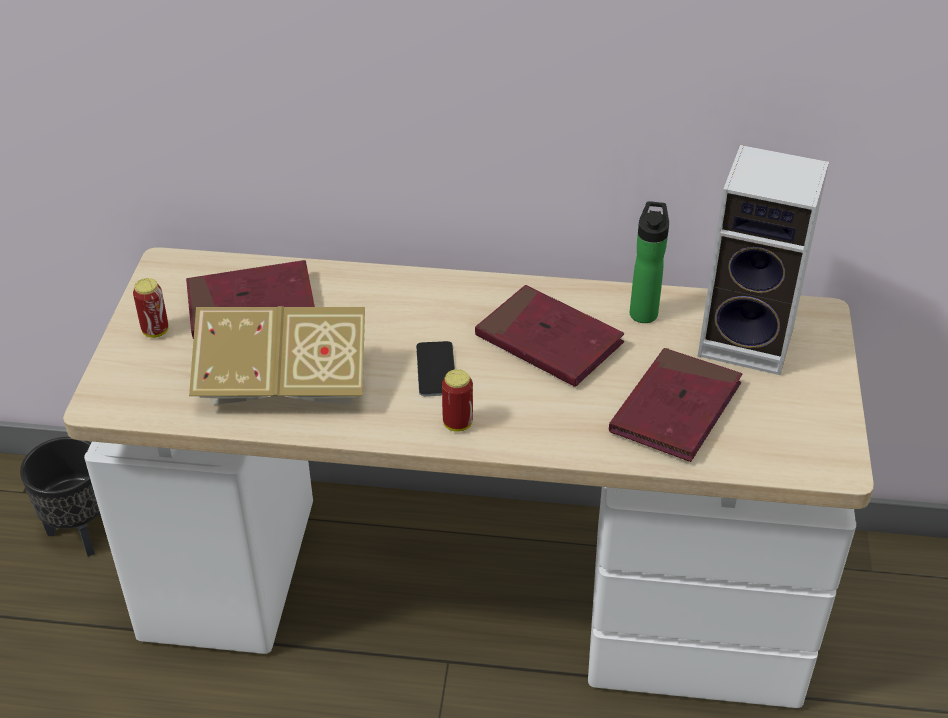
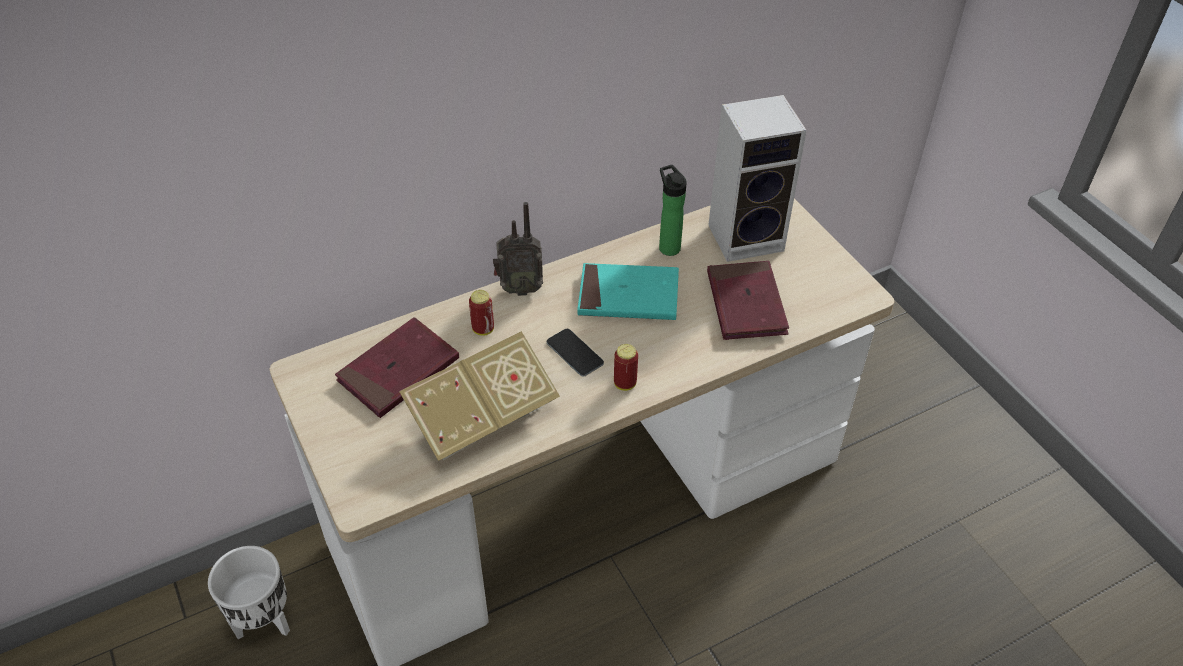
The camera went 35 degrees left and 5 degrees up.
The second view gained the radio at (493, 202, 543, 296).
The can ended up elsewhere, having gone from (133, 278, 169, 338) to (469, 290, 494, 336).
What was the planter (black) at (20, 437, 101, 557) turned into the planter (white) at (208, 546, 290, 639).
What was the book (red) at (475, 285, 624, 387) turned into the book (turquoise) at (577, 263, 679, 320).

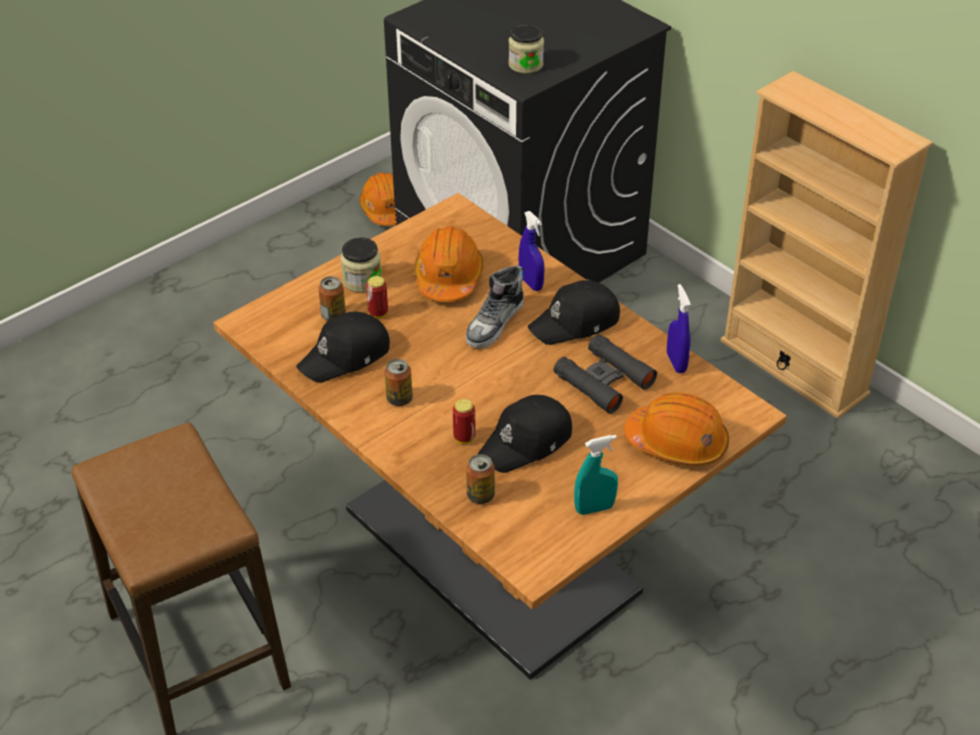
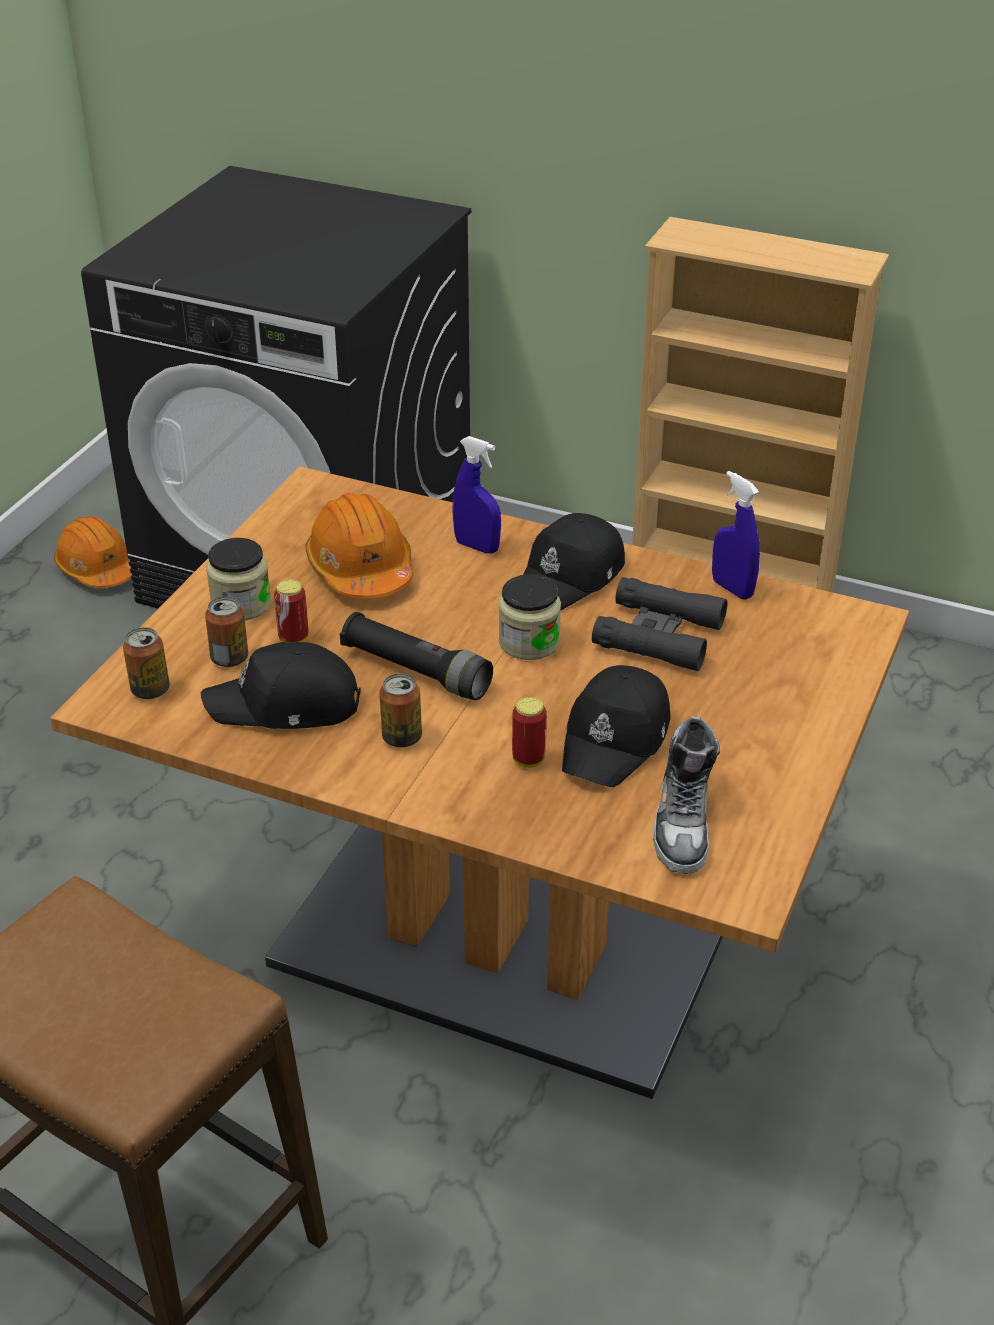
The camera went 25 degrees left and 5 degrees down.
The second view lost the spray bottle (turquoise) at (574, 435, 618, 515).
The second view lost the hard hat (orange) at (624, 392, 729, 466).
The second view gained the flashlight (black) at (340, 612, 493, 700).
The shoe ended up elsewhere, having gone from (466, 266, 524, 349) to (653, 716, 720, 874).
The can ended up elsewhere, having gone from (466, 454, 495, 504) to (123, 627, 170, 699).
The jar ended up elsewhere, having gone from (508, 24, 544, 74) to (499, 574, 561, 660).
The cap (black) at (296, 312, 390, 383) ended up facing another way, 60 degrees clockwise from before.

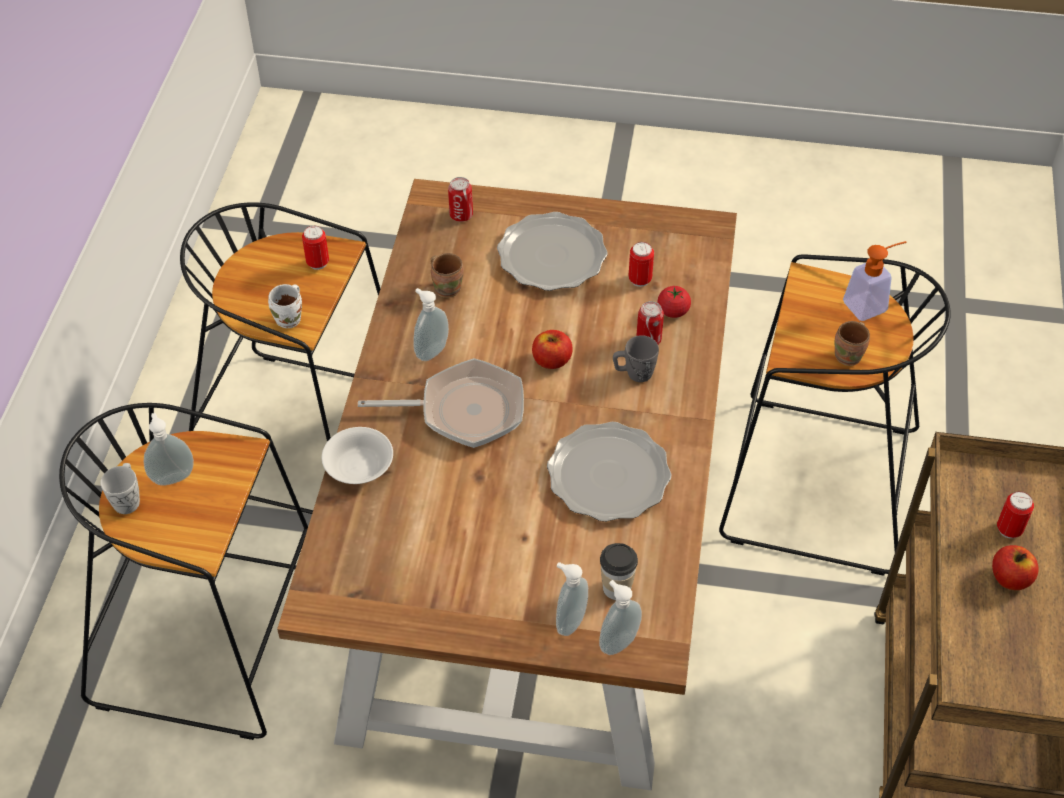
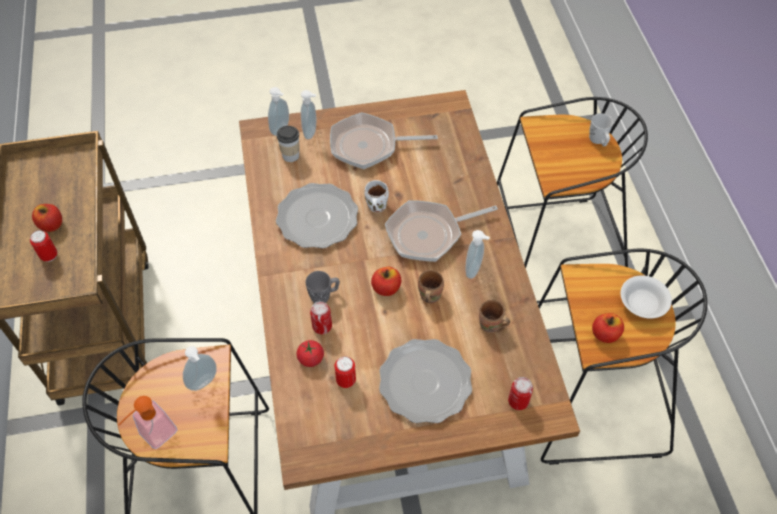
The camera went 160 degrees right and 5 degrees up.
The second view gained the frying pan at (330, 112, 438, 169).
The soap dispenser ended up elsewhere, having gone from (144, 413, 194, 486) to (183, 346, 217, 391).
The mug (white) ended up elsewhere, having gone from (268, 284, 302, 328) to (365, 180, 389, 212).
The bowl (white) ended up elsewhere, having gone from (322, 427, 393, 484) to (621, 275, 672, 319).
The mug (brown) ended up elsewhere, having gone from (835, 321, 870, 366) to (418, 270, 444, 304).
Where the can stood at (302, 226, 329, 270), the apple came to stand at (592, 313, 624, 343).

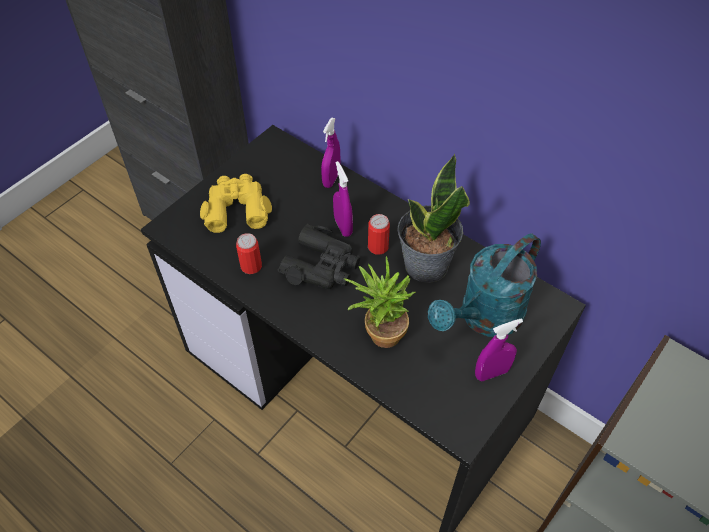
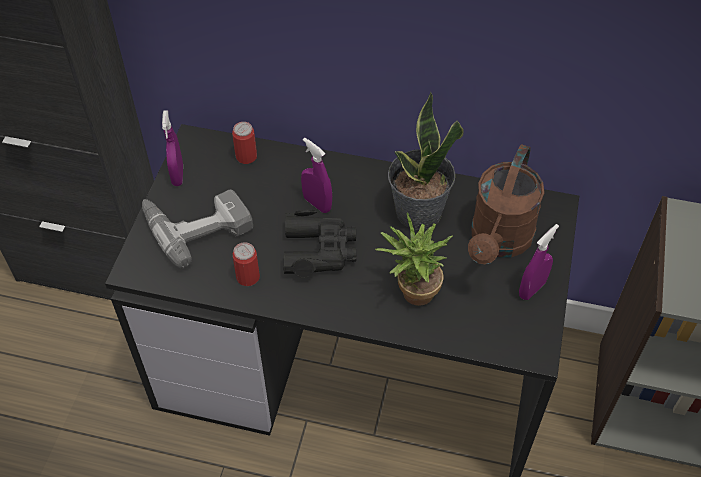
The camera went 25 degrees left and 0 degrees up.
The spray bottle (purple) ended up elsewhere, having gone from (321, 118, 341, 188) to (162, 110, 183, 186).
The can ended up elsewhere, having gone from (368, 214, 390, 255) to (232, 122, 257, 164).
Where the binoculars (yellow) stood at (200, 174, 272, 233), the power drill came to stand at (142, 190, 253, 268).
What was the watering can (turquoise) at (428, 233, 541, 337) turned into the watering can (brown) at (468, 144, 544, 264).

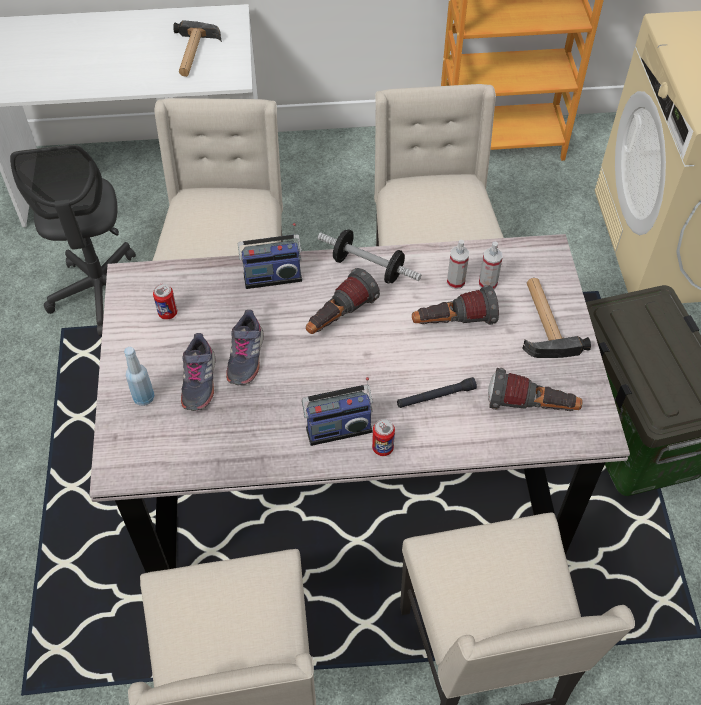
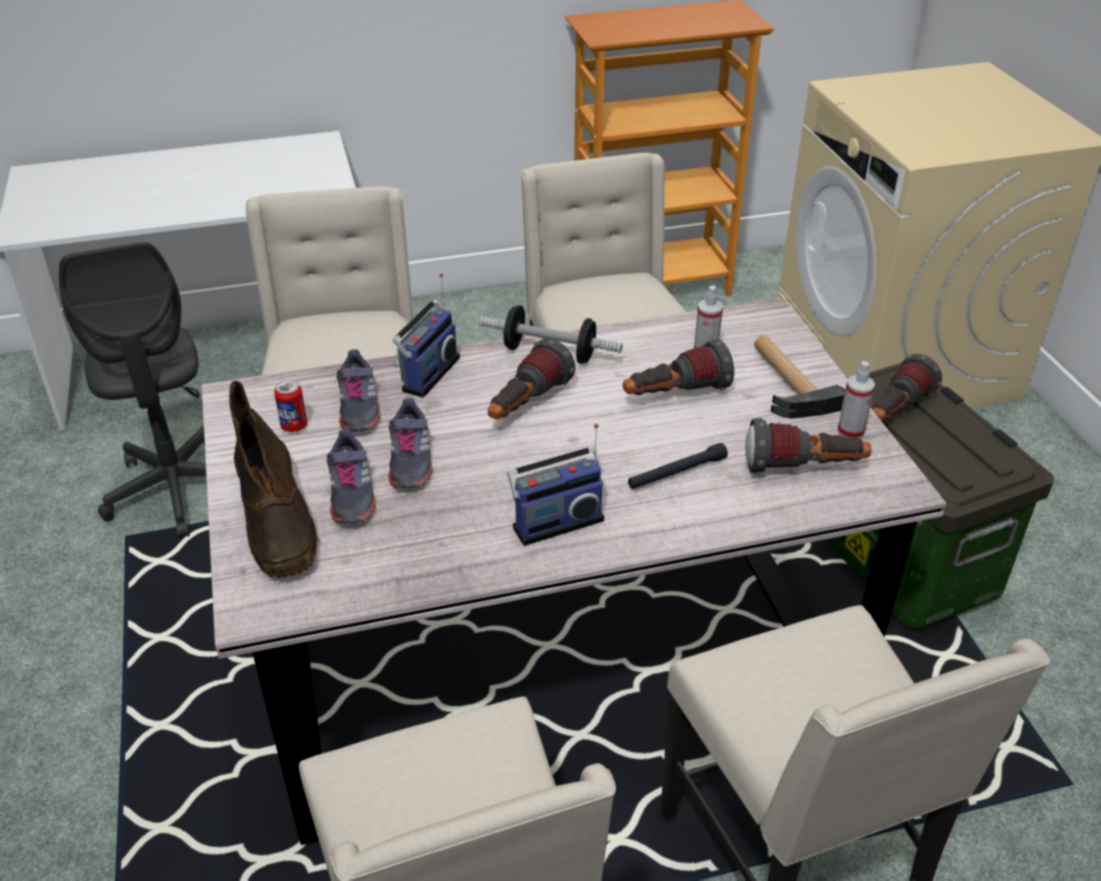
The camera went 10 degrees left and 15 degrees down.
The second view lost the hammer at (173, 20, 222, 77).
The second view lost the can at (372, 419, 395, 456).
The second view gained the shoe (grey) at (337, 349, 381, 432).
The second view gained the flashlight at (873, 354, 942, 421).
The spray bottle ended up elsewhere, having gone from (447, 240, 469, 289) to (837, 361, 875, 439).
Where the bottle (blue) stood at (124, 347, 155, 406), the boot (brown) came to stand at (229, 381, 319, 578).
The radio at (238, 223, 302, 289) ended up facing another way, 45 degrees counterclockwise from before.

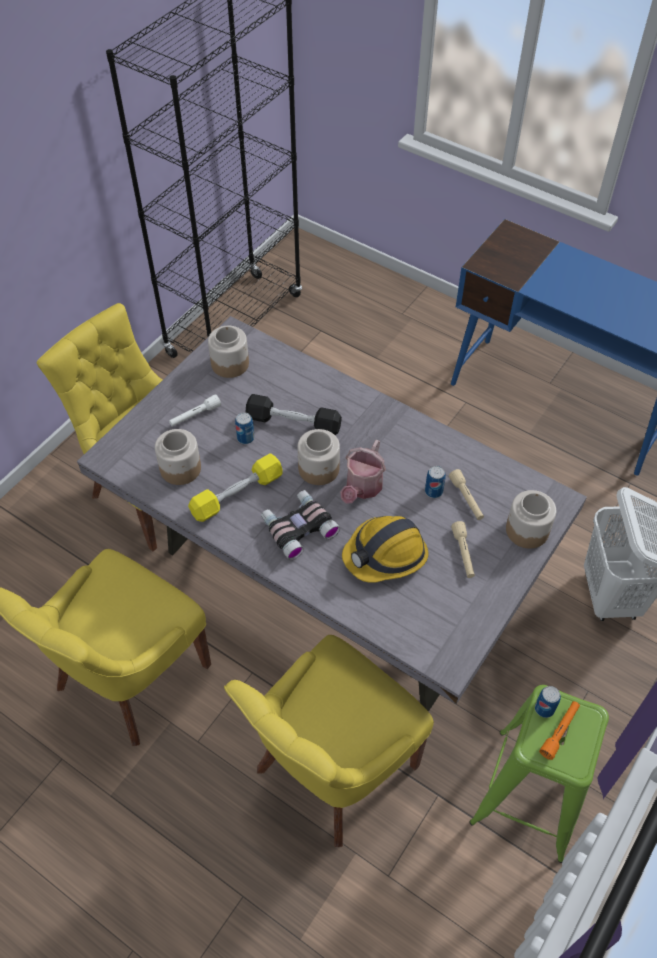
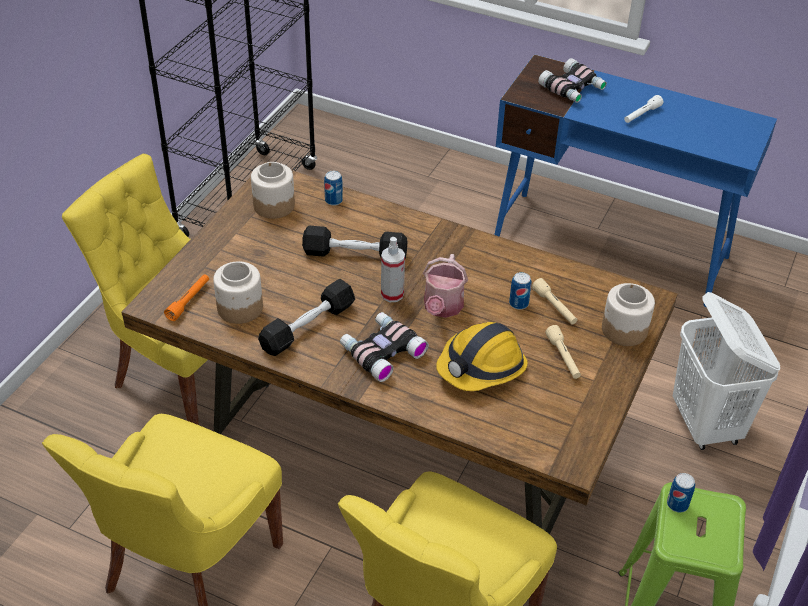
The camera went 10 degrees left and 10 degrees down.
The second view gained the binoculars at (538, 58, 607, 103).
The flashlight (white) ended up elsewhere, having gone from (169, 394, 221, 427) to (624, 95, 663, 123).
The can ended up elsewhere, having gone from (235, 412, 255, 444) to (324, 171, 343, 206).
The flashlight (orange) ended up elsewhere, having gone from (539, 701, 580, 760) to (164, 274, 209, 321).
Where the jar stood at (297, 429, 340, 485), the spray bottle came to stand at (381, 237, 405, 302).
What was the dining table (grey) at (77, 316, 587, 712) turned into the dining table (brown) at (121, 162, 678, 534).
What was the dumbbell (yellow) at (188, 453, 283, 522) turned into the dumbbell (black) at (258, 279, 355, 356).

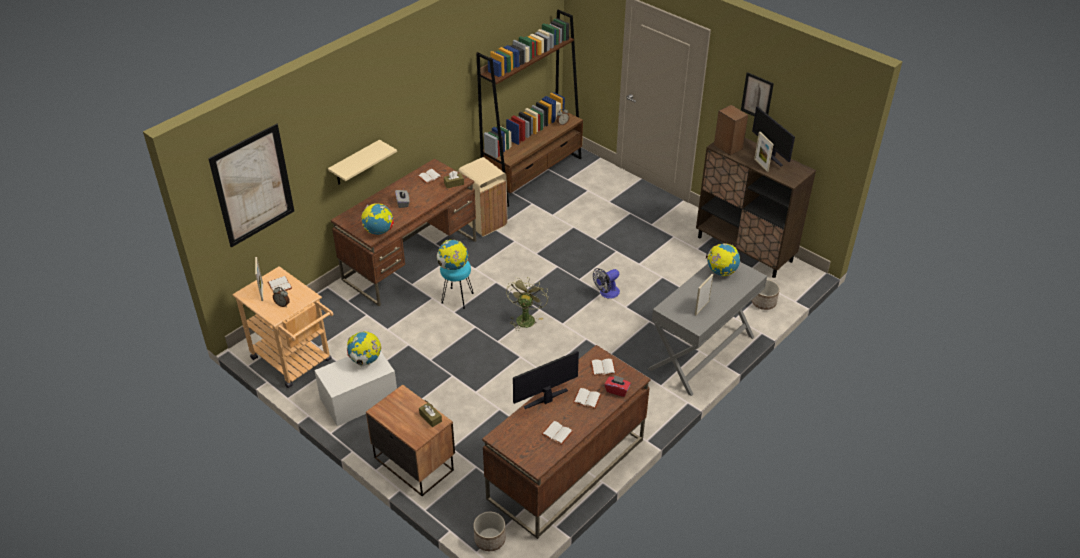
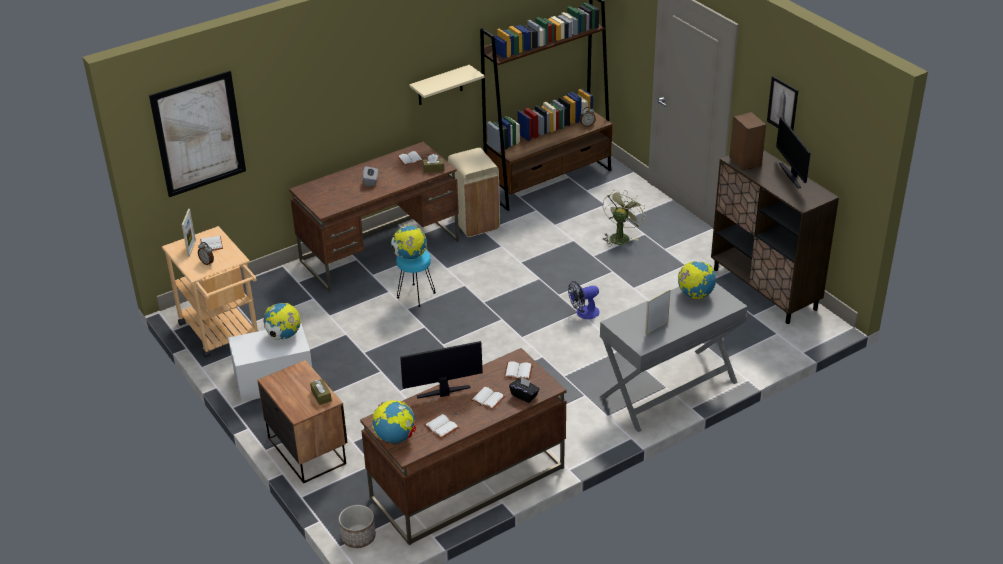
The camera went 15 degrees right and 5 degrees down.
The second view lost the planter at (752, 279, 780, 310).
The second view lost the picture frame at (754, 132, 773, 172).
The shelf (beige) ended up elsewhere, having gone from (328, 140, 397, 185) to (409, 65, 485, 105).
The globe ended up elsewhere, having gone from (361, 204, 394, 235) to (373, 400, 416, 443).
The fan (green) ended up elsewhere, having gone from (506, 278, 548, 331) to (603, 190, 646, 247).
What was the tissue box (red) at (605, 375, 631, 397) turned into the tissue box (black) at (509, 377, 539, 403).

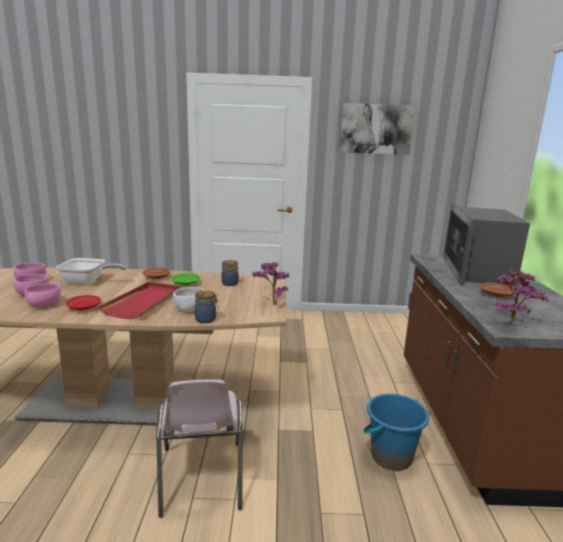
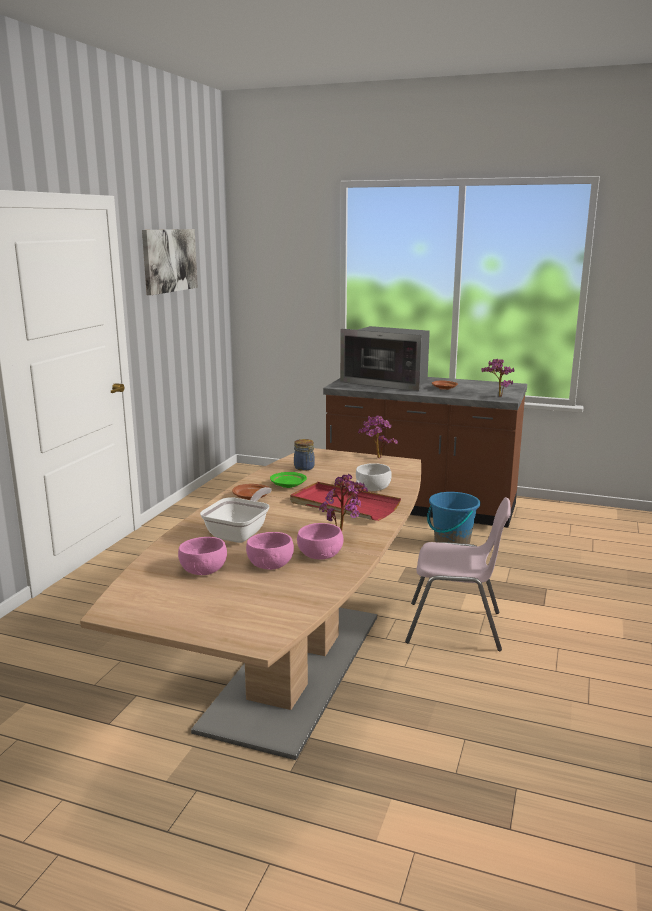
The camera went 70 degrees left and 0 degrees up.
The second view lost the jar at (195, 290, 219, 323).
Where the plate (red) stood at (65, 295, 101, 310), the potted plant came to stand at (319, 474, 368, 531).

